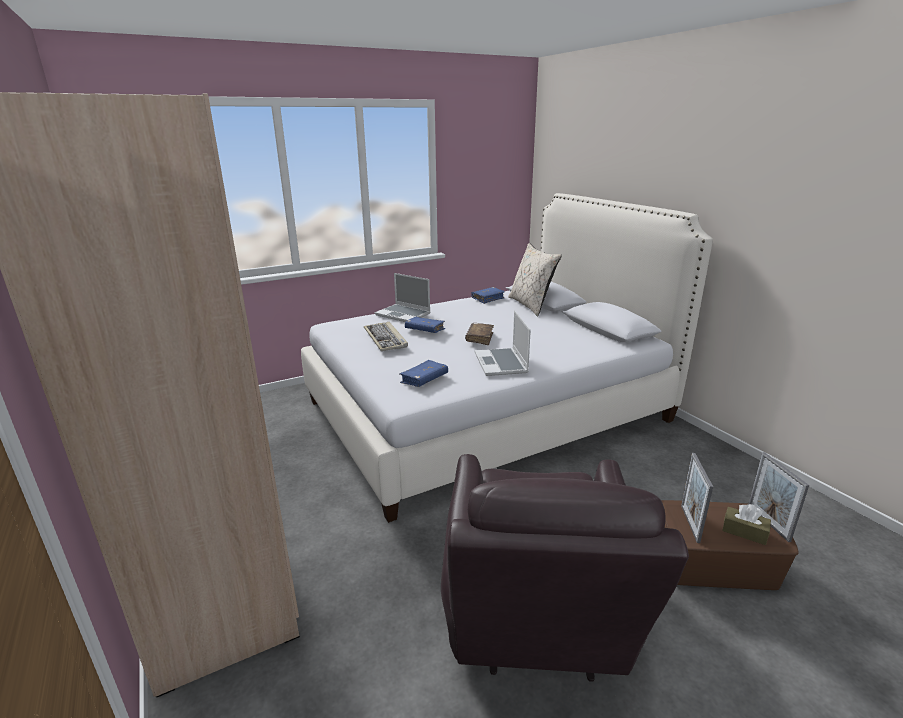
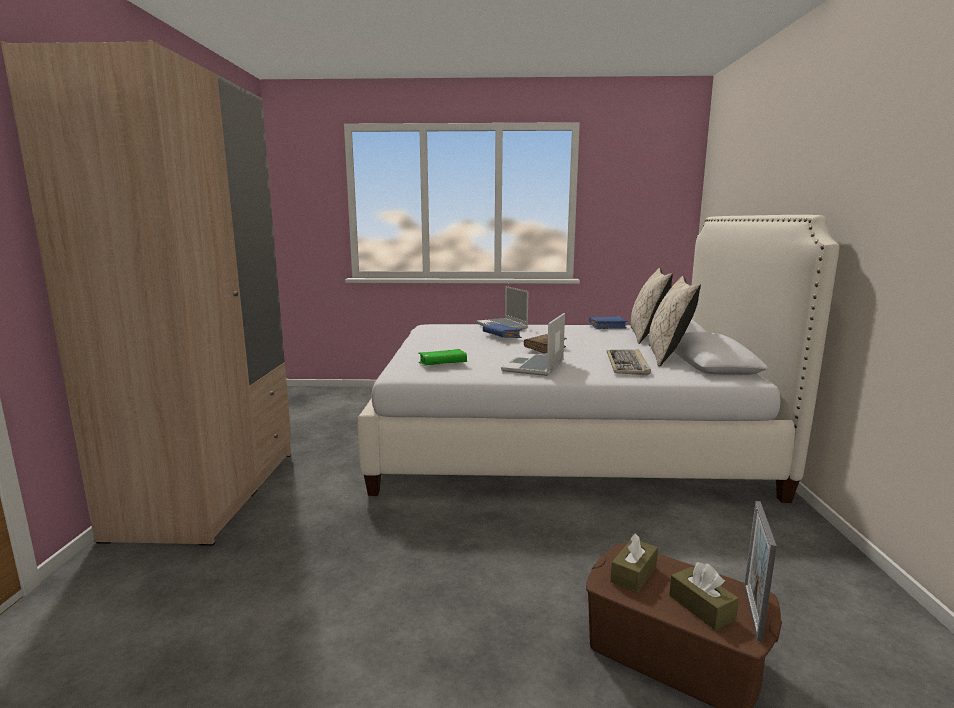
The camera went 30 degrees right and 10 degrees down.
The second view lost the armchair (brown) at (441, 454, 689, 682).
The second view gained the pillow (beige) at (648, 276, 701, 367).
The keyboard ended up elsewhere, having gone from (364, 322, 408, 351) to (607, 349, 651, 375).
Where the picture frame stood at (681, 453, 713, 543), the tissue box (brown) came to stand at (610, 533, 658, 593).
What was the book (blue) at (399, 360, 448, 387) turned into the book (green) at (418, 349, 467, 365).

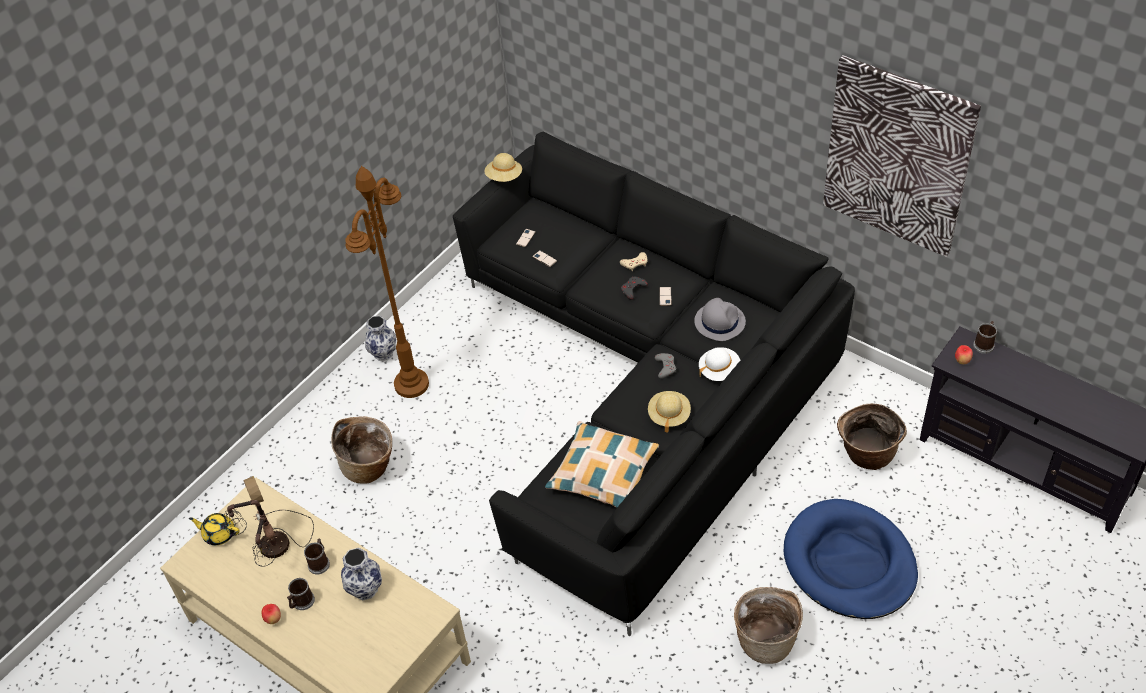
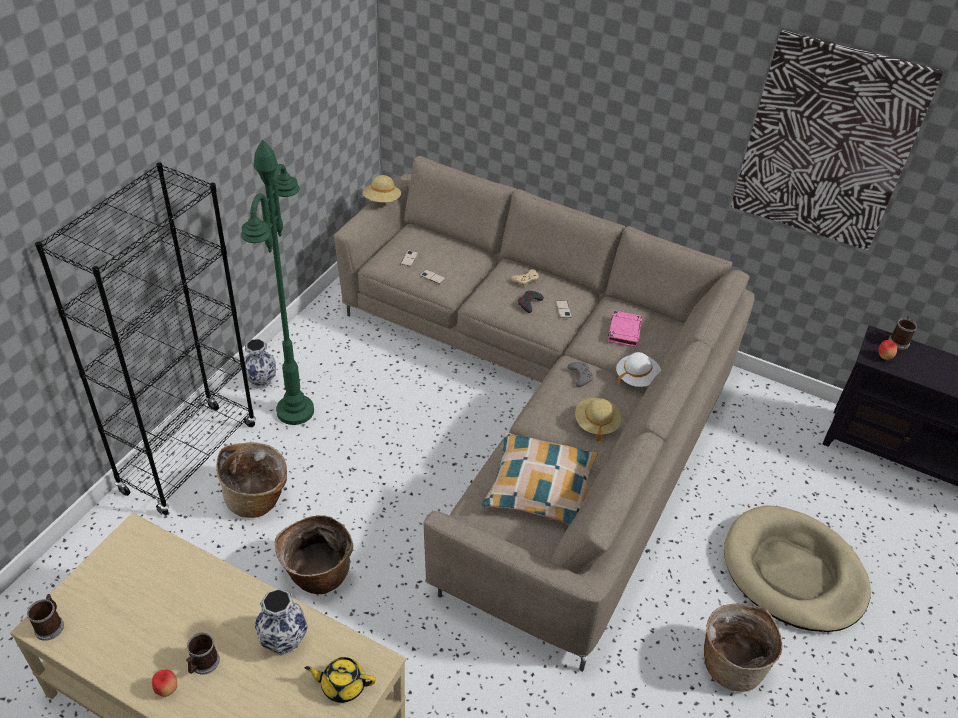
The camera went 15 degrees left and 5 degrees down.
The second view lost the table lamp at (224, 476, 314, 567).
The second view gained the bookcase (black) at (35, 162, 256, 516).
The teapot (yellow) ended up elsewhere, having gone from (189, 513, 240, 545) to (305, 657, 376, 703).
The mug ended up elsewhere, having gone from (304, 539, 330, 574) to (27, 594, 64, 641).
The basket ended up elsewhere, having gone from (837, 403, 907, 470) to (275, 515, 353, 594).
Where the hat (grey) stood at (694, 298, 746, 341), the book (pink) came to stand at (608, 311, 642, 347).
What was the floor lamp (brown) at (346, 166, 429, 398) turned into the floor lamp (green) at (241, 140, 314, 425).
What was the sofa (black) at (453, 131, 855, 636) turned into the sofa (beige) at (334, 156, 755, 672).
What was the dog bed (blue) at (784, 499, 918, 619) turned into the dog bed (beige) at (724, 506, 871, 632).

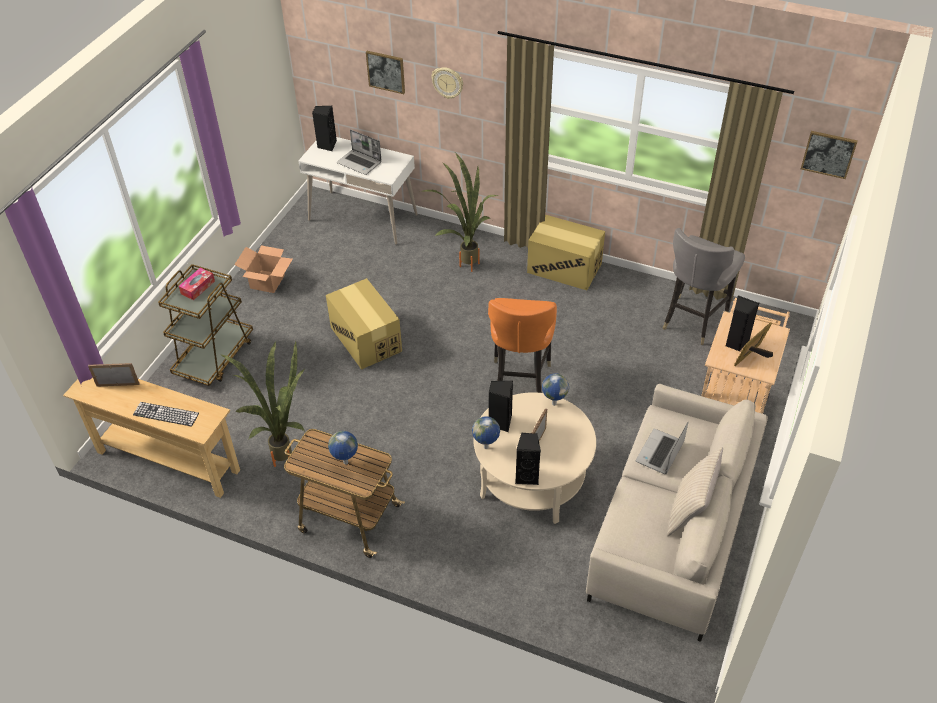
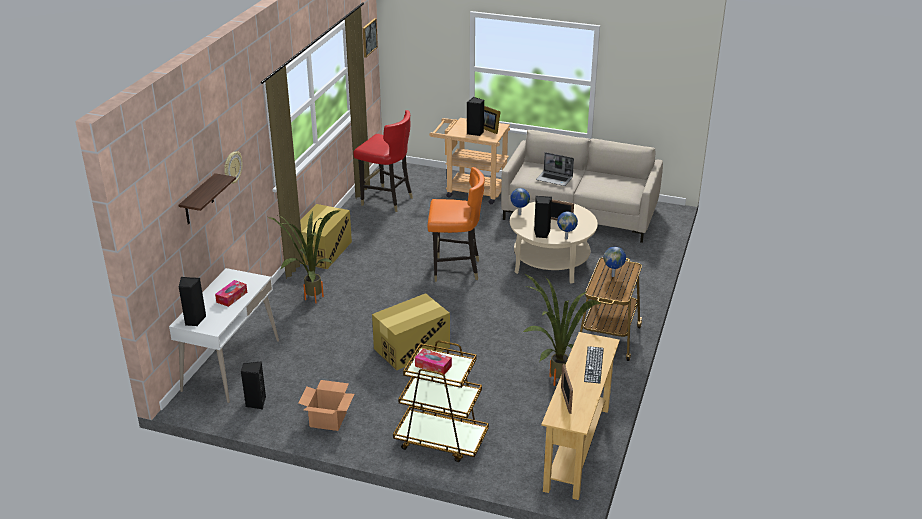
The camera went 95 degrees left and 15 degrees down.
The second view lost the pillow (beige) at (667, 447, 723, 536).
The speaker (black) ended up elsewhere, having gone from (515, 433, 541, 485) to (241, 361, 266, 409).
Where the laptop stood at (337, 129, 382, 175), the tissue box came to stand at (215, 280, 247, 307).
Where the picture hung at (366, 51, 405, 94), the shelf came to hang at (179, 173, 236, 225).
What was the chair (grey) at (662, 228, 745, 345) turned into the chair (red) at (353, 110, 413, 212).

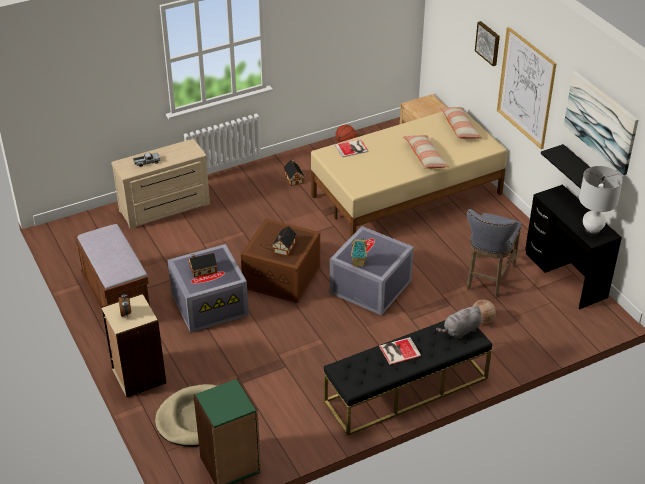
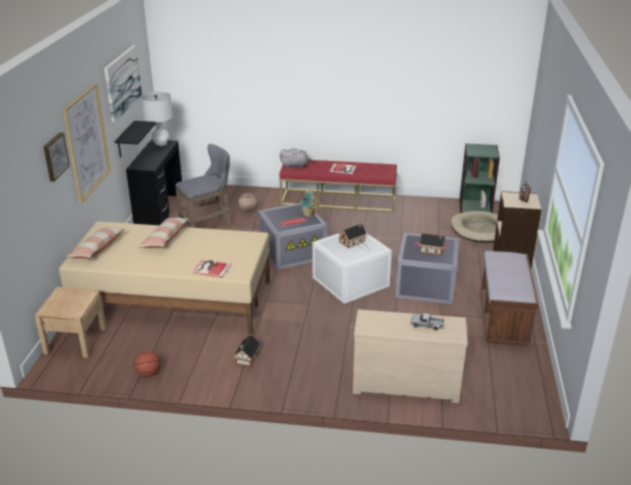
The camera went 145 degrees left and 10 degrees down.
What was the storage box (brown) at (241, 218, 320, 303) turned into the storage box (white) at (313, 233, 392, 304).
What was the bench (black) at (324, 321, 492, 436) turned into the bench (red) at (279, 160, 397, 212).

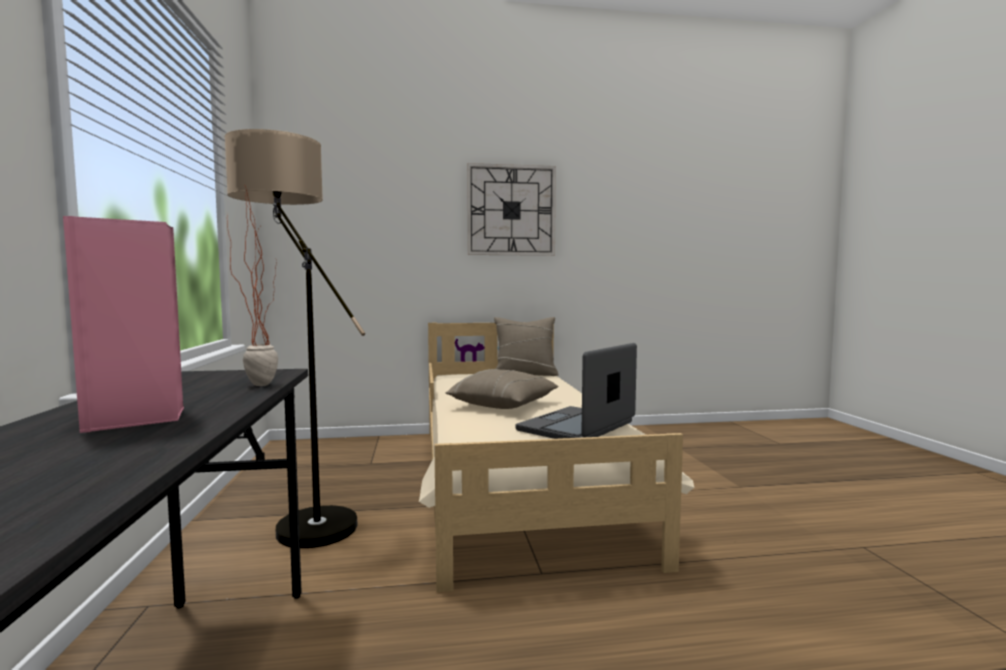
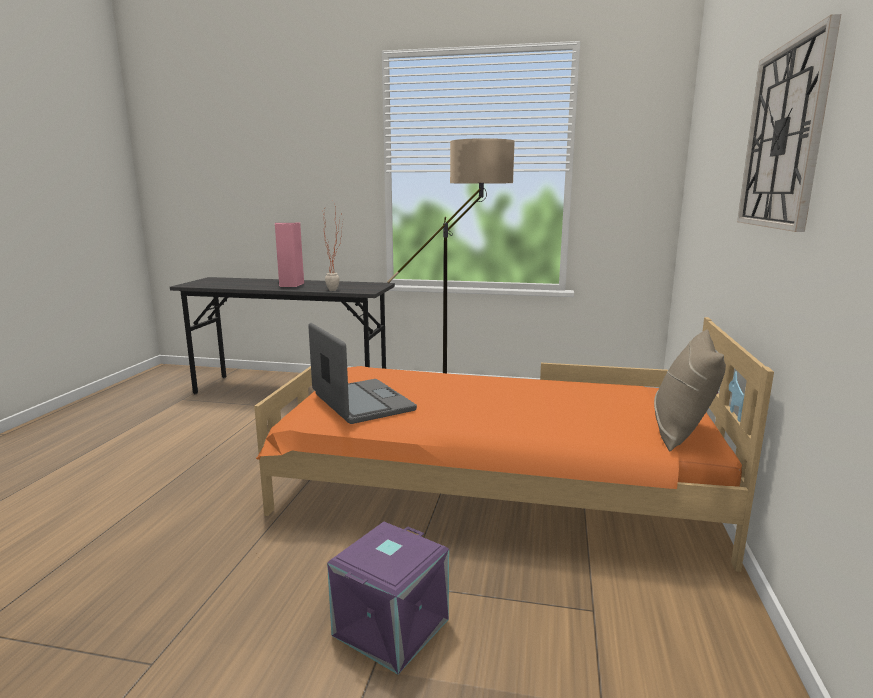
The camera went 110 degrees right and 10 degrees up.
The second view lost the pillow (beige) at (446, 369, 559, 409).
The second view gained the storage box (purple) at (327, 522, 449, 674).
What was the bed (beige) at (419, 323, 694, 592) turned into the bed (orange) at (254, 317, 774, 572).

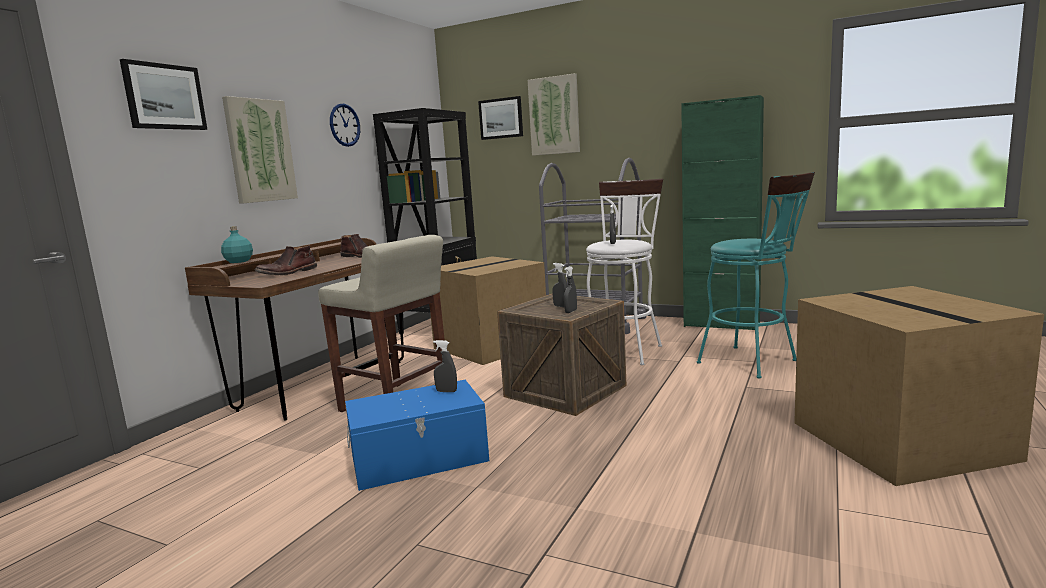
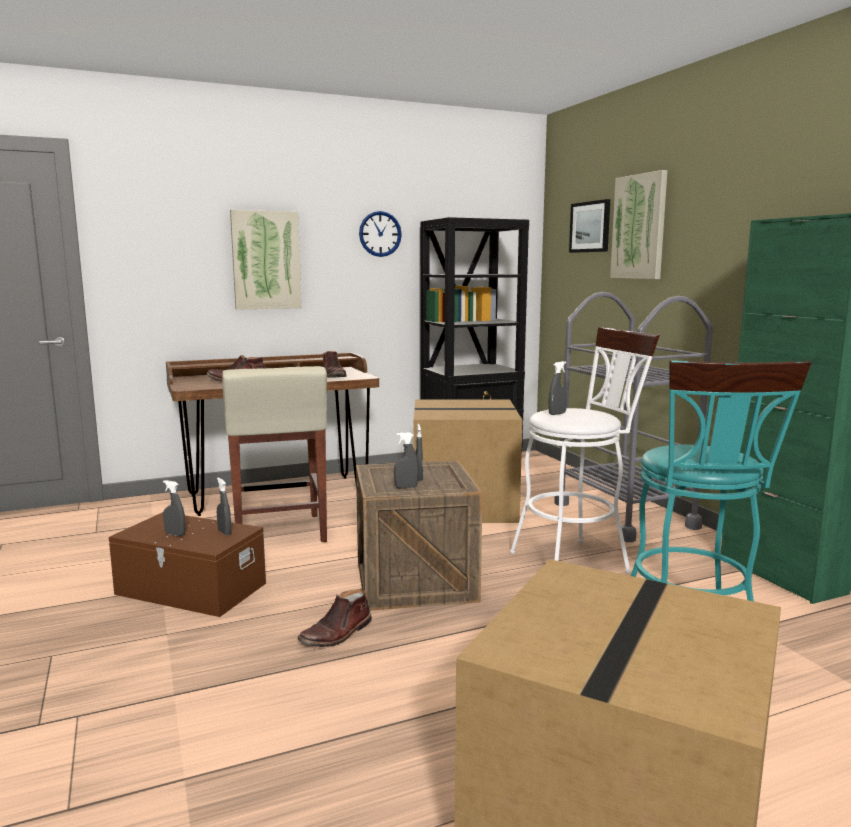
The camera went 40 degrees right and 0 degrees up.
The second view lost the picture at (120, 59, 208, 130).
The second view lost the bottle (turquoise) at (221, 226, 253, 263).
The second view gained the spray bottle (grey) at (163, 480, 185, 536).
The second view gained the boot (brown) at (298, 588, 372, 647).
What was the storage box (blue) at (345, 380, 489, 491) turned into the storage box (brown) at (109, 512, 266, 617).

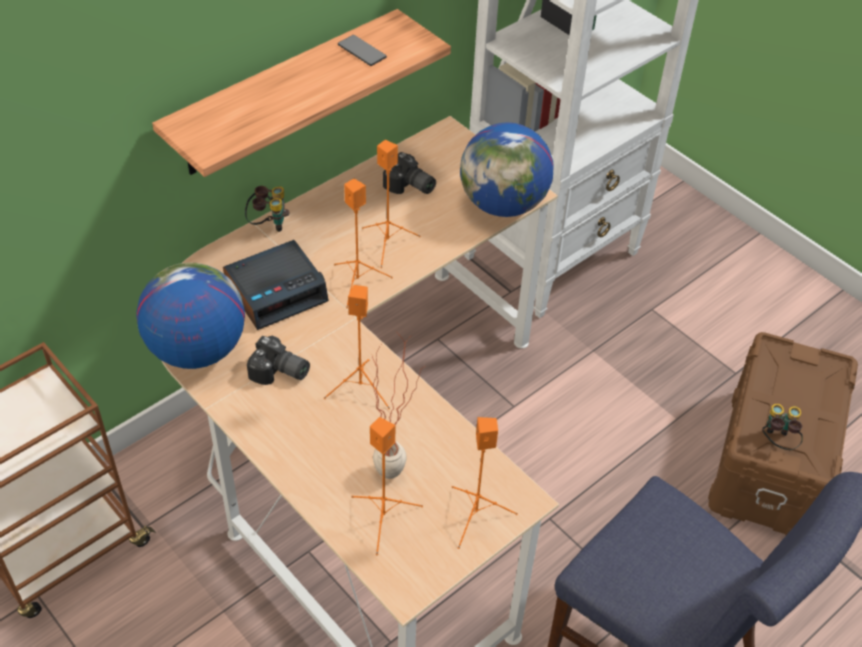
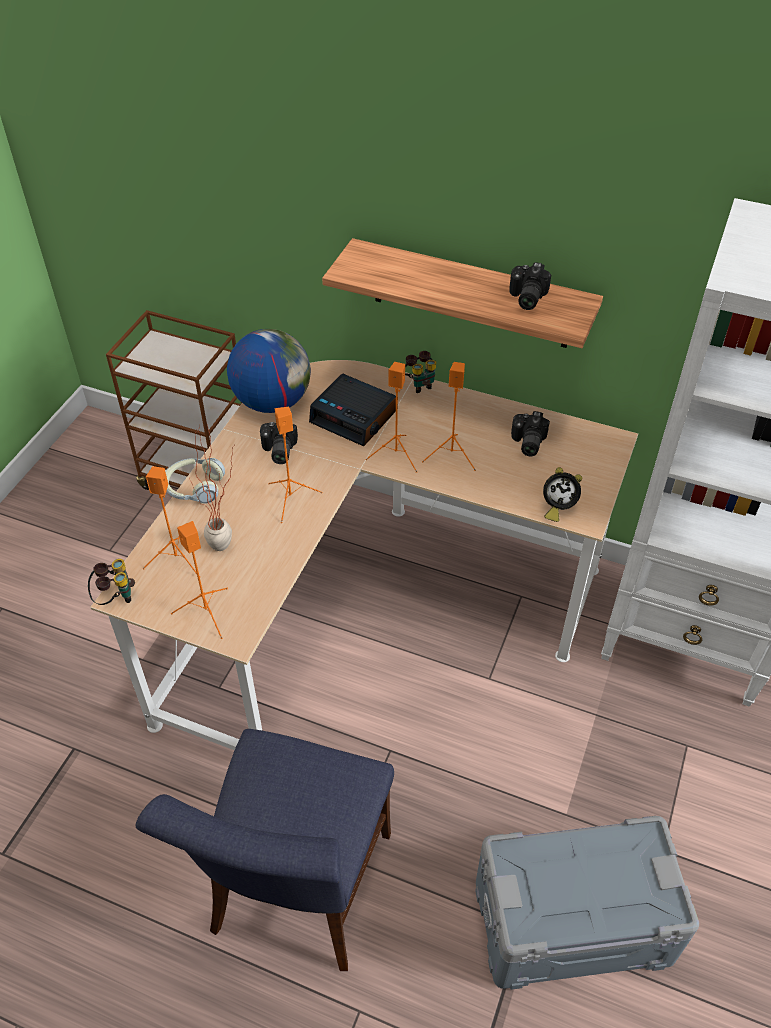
The camera went 65 degrees right and 0 degrees up.
The second view gained the headphones at (165, 458, 225, 504).
The binoculars ended up elsewhere, having gone from (762, 404, 803, 450) to (88, 559, 135, 605).
Where the phone stood at (338, 35, 387, 66), the photo camera came to stand at (509, 262, 551, 310).
Where the globe stood at (460, 122, 554, 217), the alarm clock came to stand at (543, 467, 582, 522).
What was the storage box (brown) at (708, 332, 858, 536) turned into the storage box (grey) at (475, 816, 699, 990).

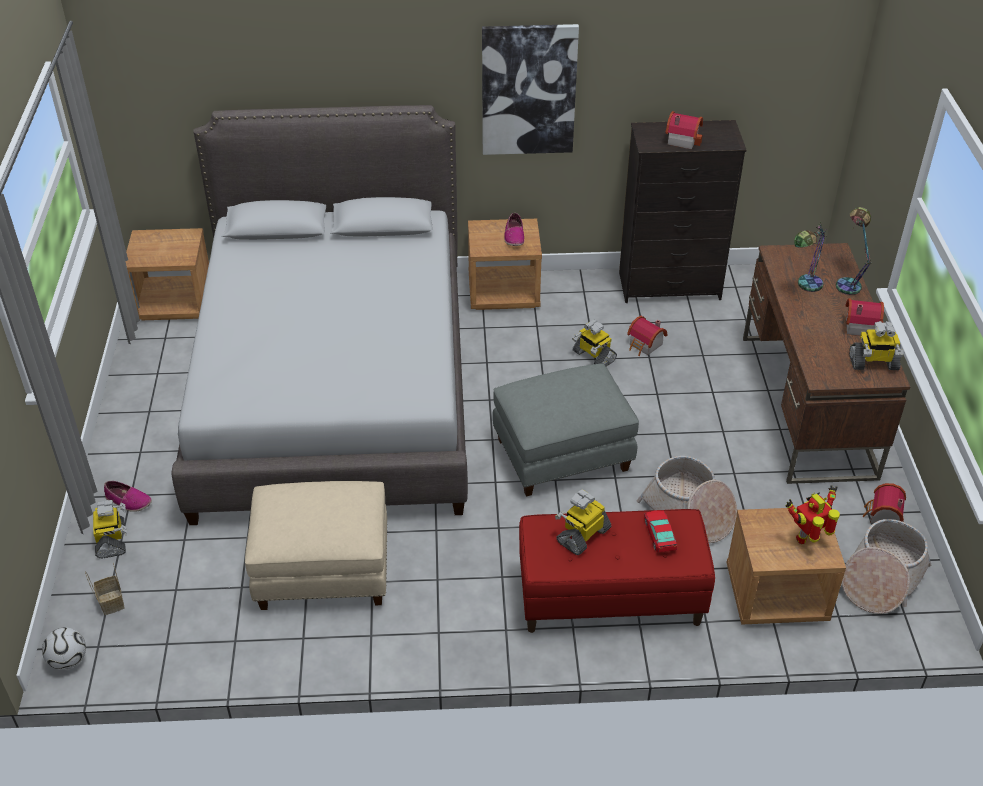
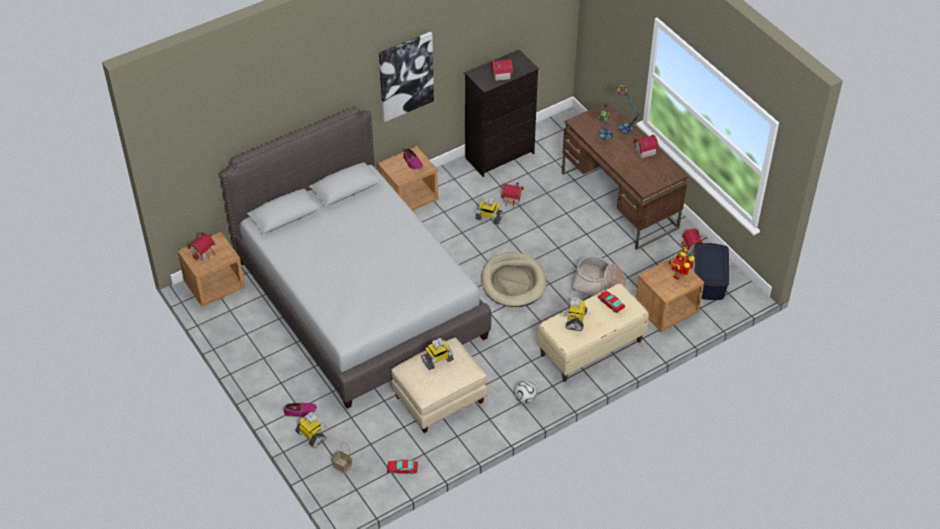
The camera went 30 degrees left and 5 degrees up.
The second view gained the toy house at (188, 233, 215, 260).
The second view gained the toy car at (387, 460, 418, 474).
The football ended up elsewhere, having gone from (42, 627, 86, 670) to (514, 381, 537, 404).
The toy robot ended up elsewhere, having gone from (849, 321, 904, 370) to (421, 338, 454, 370).
Where the ottoman (grey) stood at (492, 363, 639, 497), the dog bed (beige) came to stand at (481, 252, 547, 307).
Where the basket stood at (842, 519, 931, 614), the storage box (blue) came to stand at (695, 243, 729, 300).
What was the bench (red) at (519, 509, 715, 633) turned into the bench (beige) at (538, 283, 649, 382).

